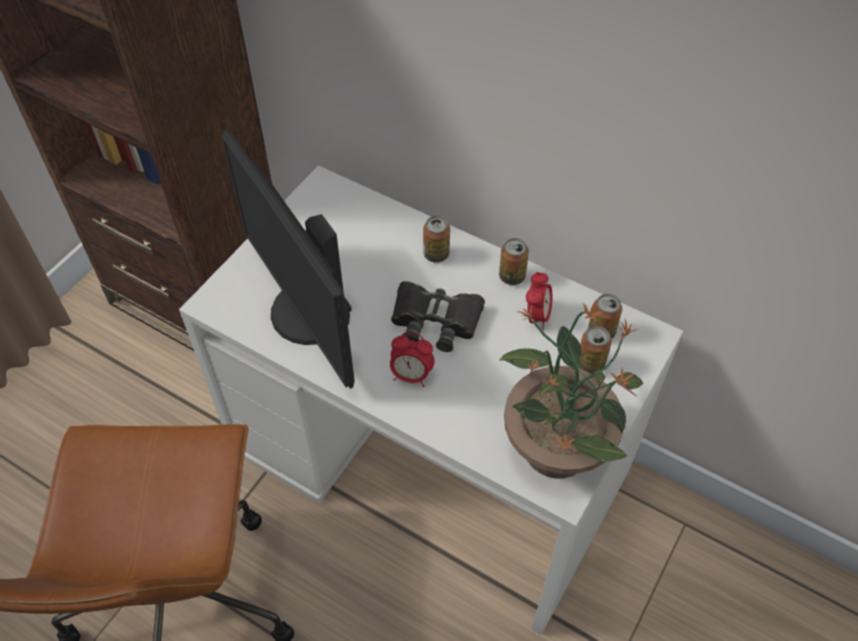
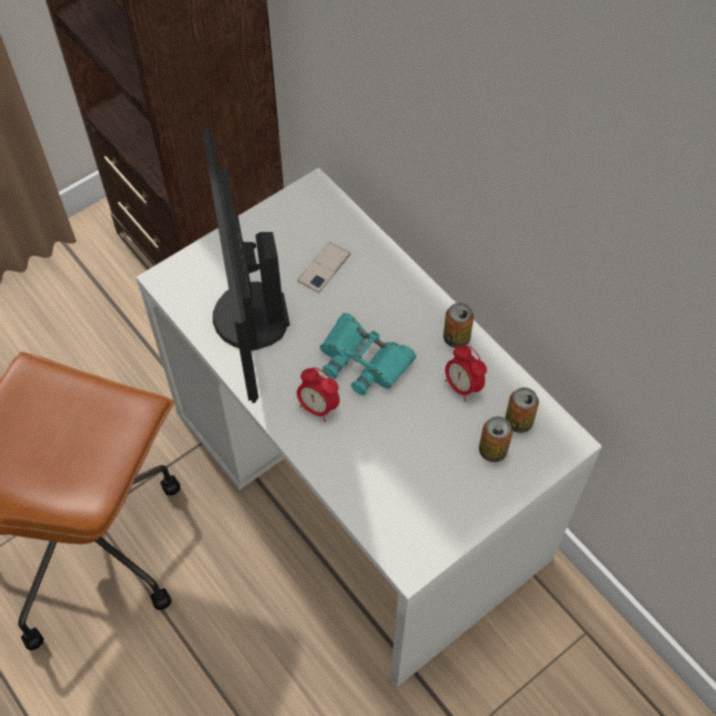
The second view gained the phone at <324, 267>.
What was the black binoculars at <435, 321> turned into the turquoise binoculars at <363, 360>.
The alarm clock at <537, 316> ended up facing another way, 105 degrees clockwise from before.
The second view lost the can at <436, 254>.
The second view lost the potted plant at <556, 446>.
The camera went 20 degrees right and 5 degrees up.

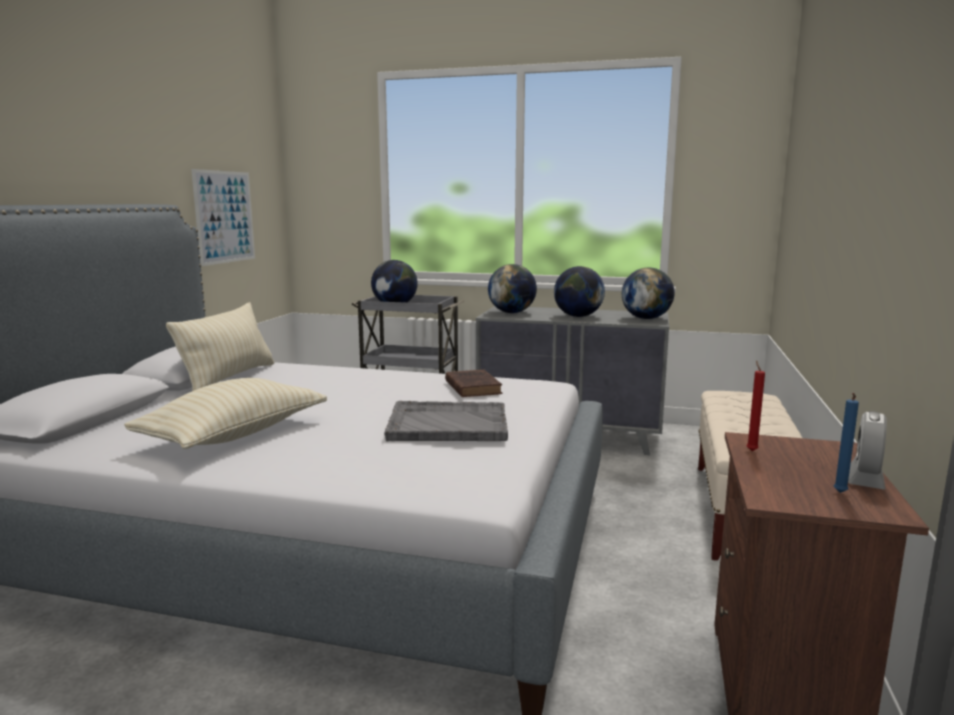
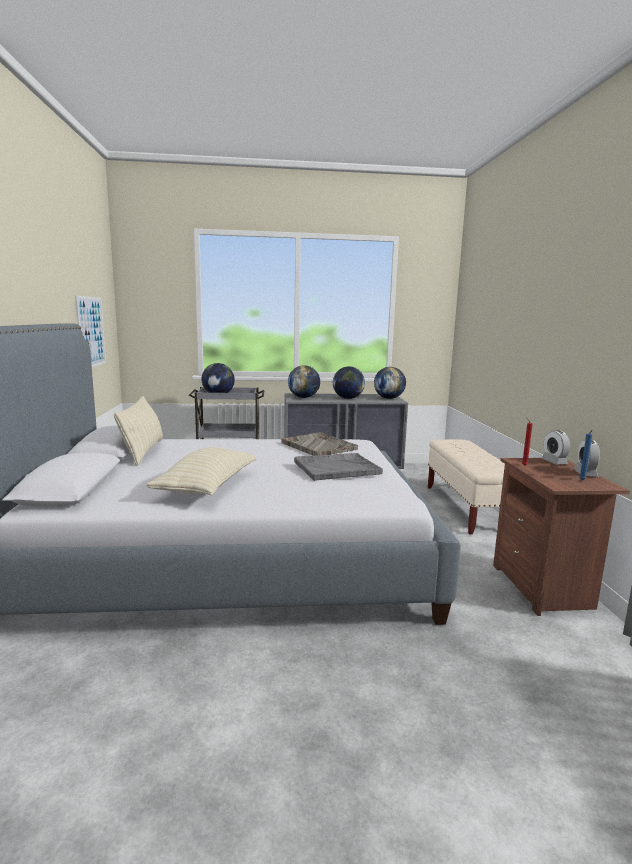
Where the brown book stood at <472, 387>, the grey tray came to stand at <318, 446>.
The second view gained the alarm clock at <554, 462>.
The camera went 20 degrees left and 0 degrees up.

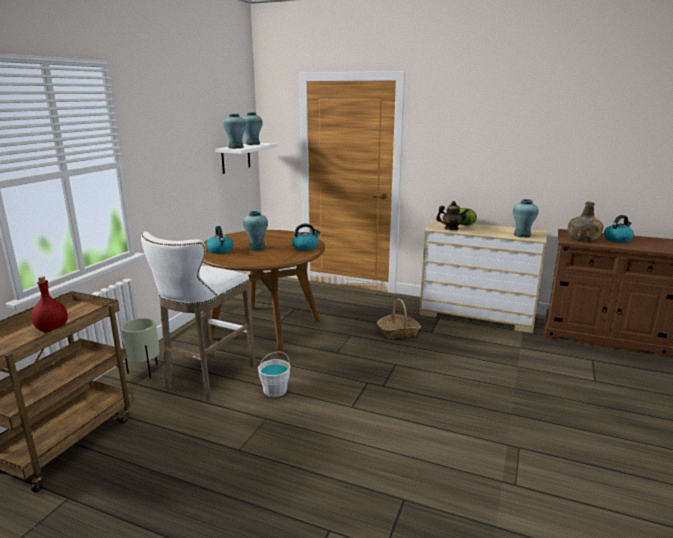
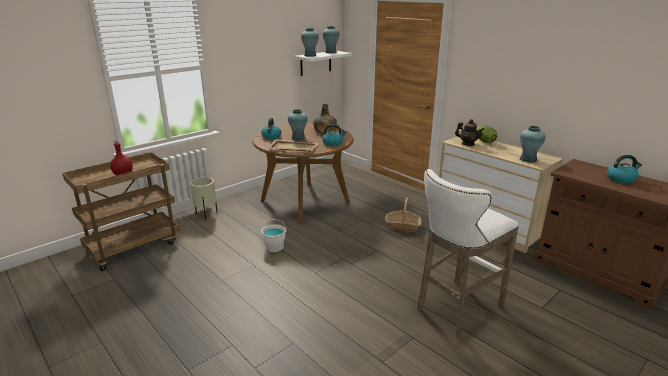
The second view gained the beige tray at <292, 147>.
The green bottle ended up elsewhere, having gone from <583, 239> to <324, 131>.
The white stool ended up elsewhere, having gone from <208, 378> to <456, 309>.
The camera went 25 degrees right and 5 degrees up.

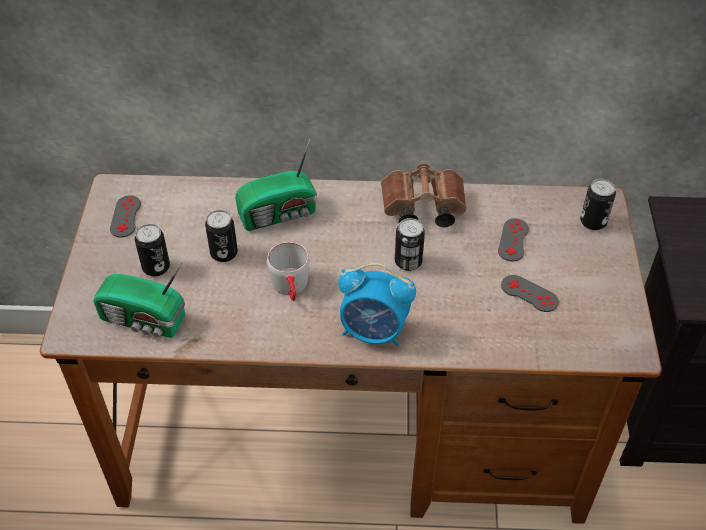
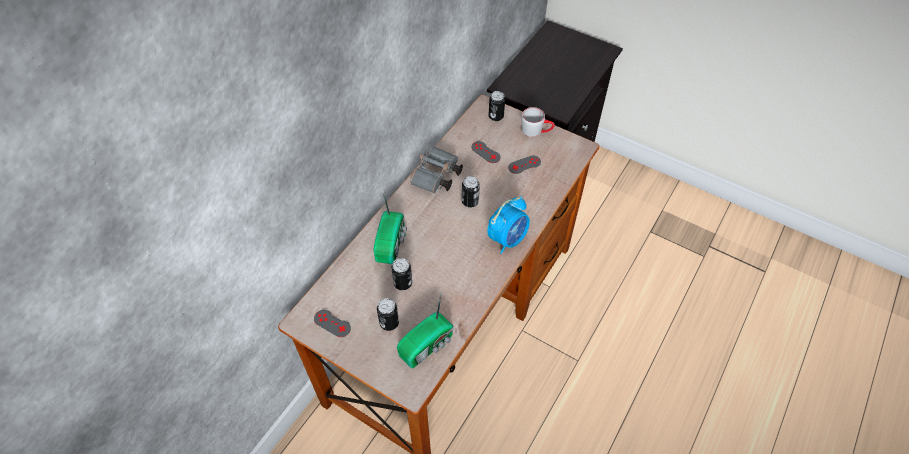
What was the brown binoculars at <420, 209> turned into the grey binoculars at <436, 178>.
The grey mug ended up elsewhere, having gone from <291, 289> to <536, 131>.
The camera went 60 degrees left and 5 degrees up.

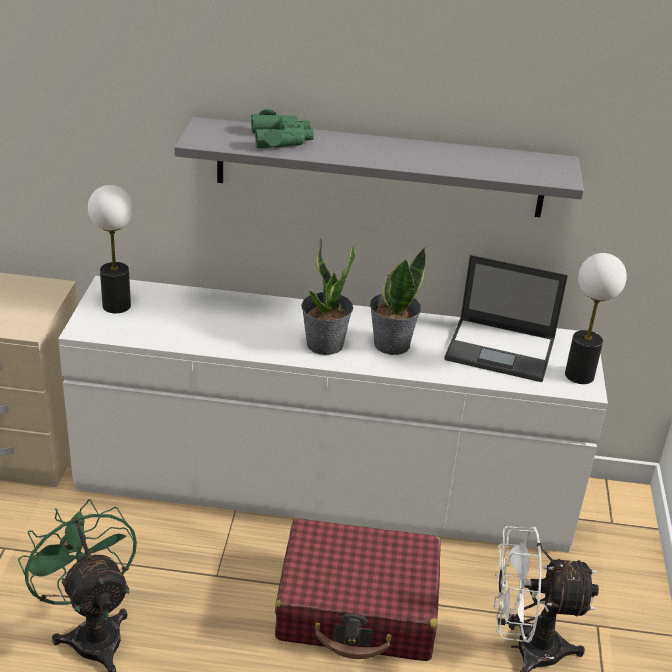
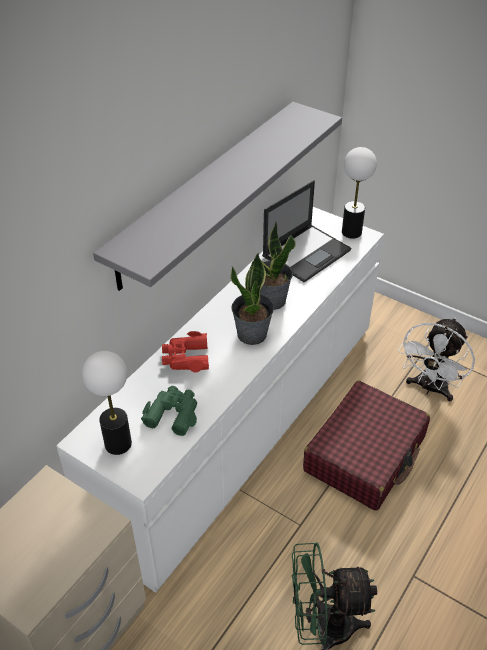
The green binoculars ended up elsewhere, having gone from <281, 139> to <173, 413>.
The second view gained the red binoculars at <186, 358>.
The camera went 60 degrees left and 10 degrees up.

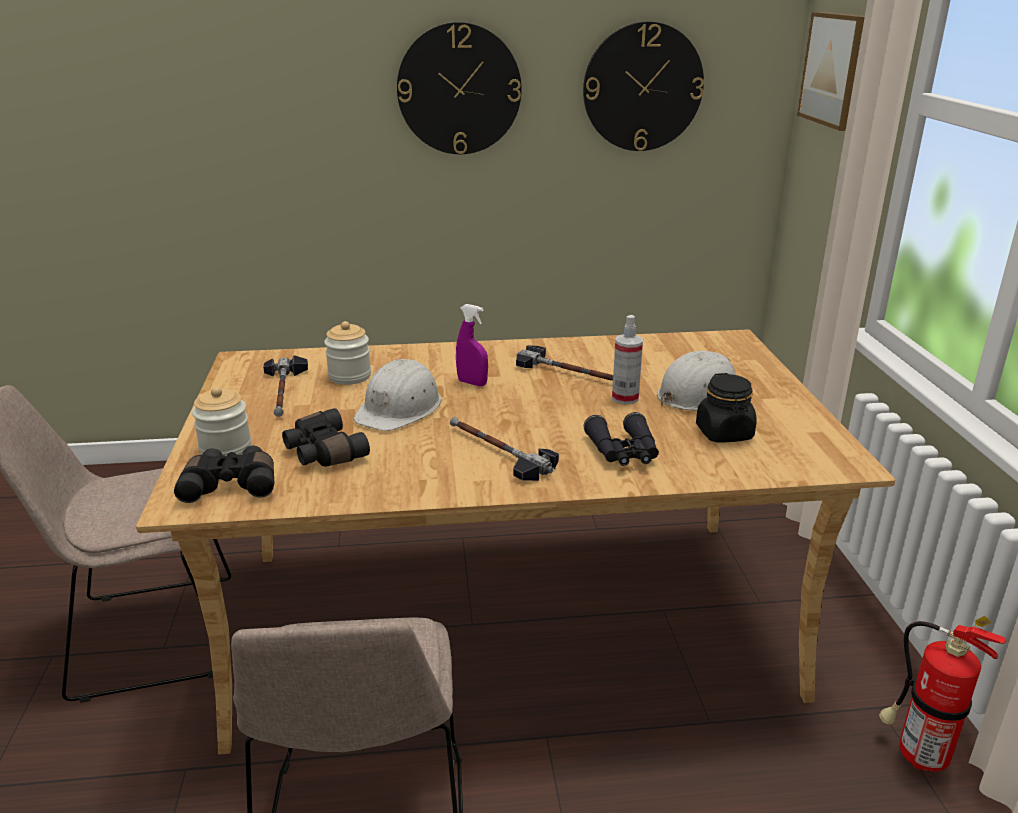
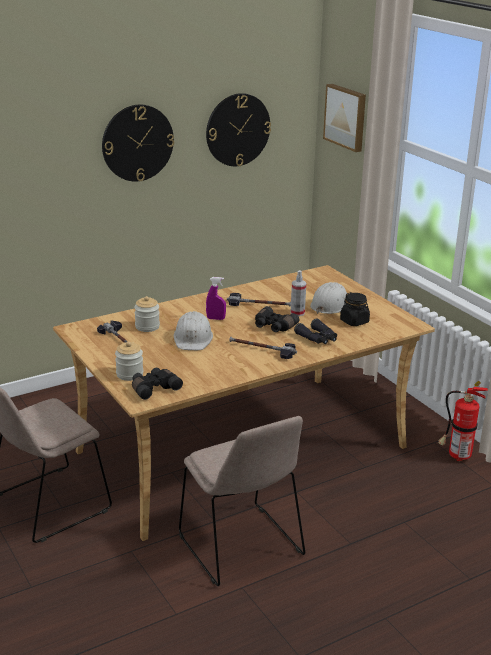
The black binoculars ended up elsewhere, having gone from <323, 452> to <273, 326>.
The camera went 25 degrees left and 0 degrees up.

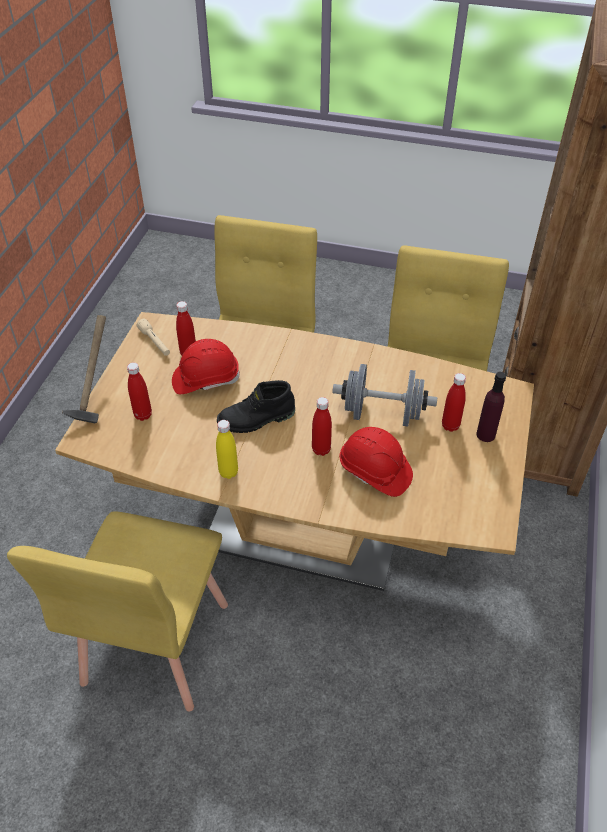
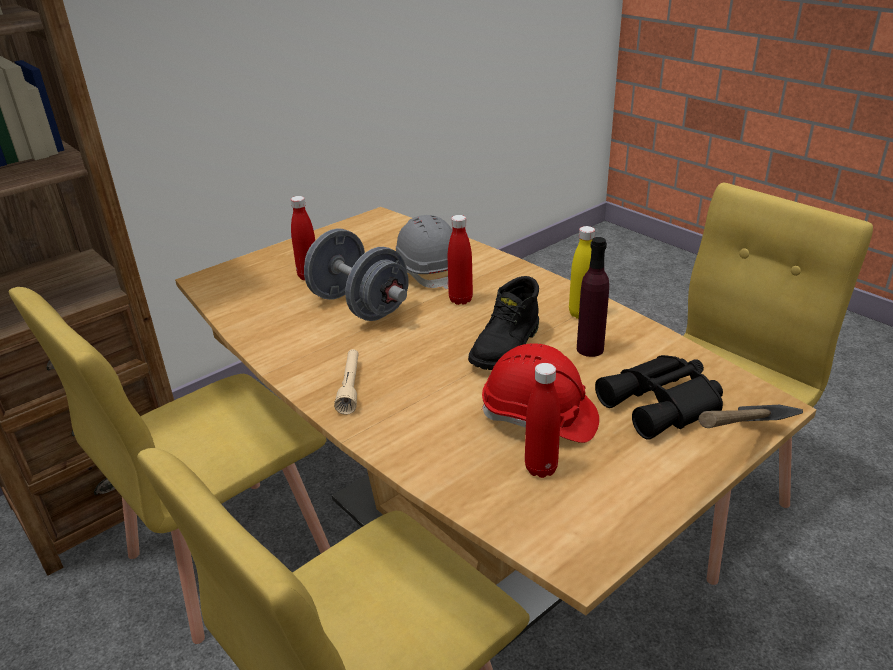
The beige flashlight ended up elsewhere, having gone from <155, 342> to <350, 387>.
What was the red hard hat at <374, 472> turned into the grey hard hat at <427, 270>.
The black boot at <256, 420> ended up facing another way, 105 degrees clockwise from before.
The purple bottle ended up elsewhere, having gone from <485, 434> to <590, 349>.
Where the red bottle stood at <143, 415>, the black binoculars came to stand at <663, 405>.
The camera went 145 degrees left and 15 degrees down.

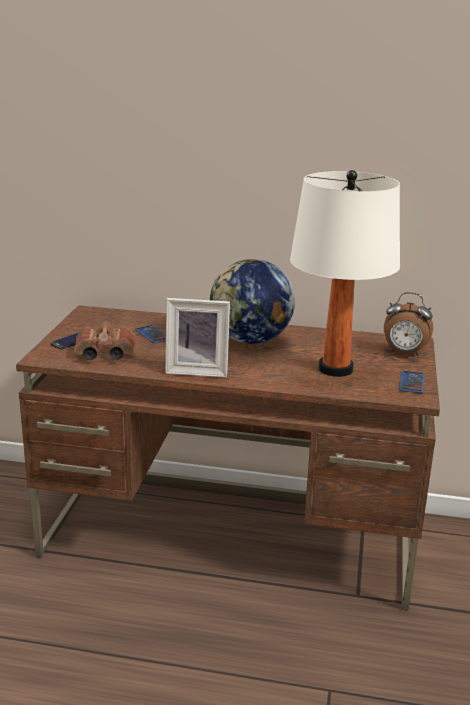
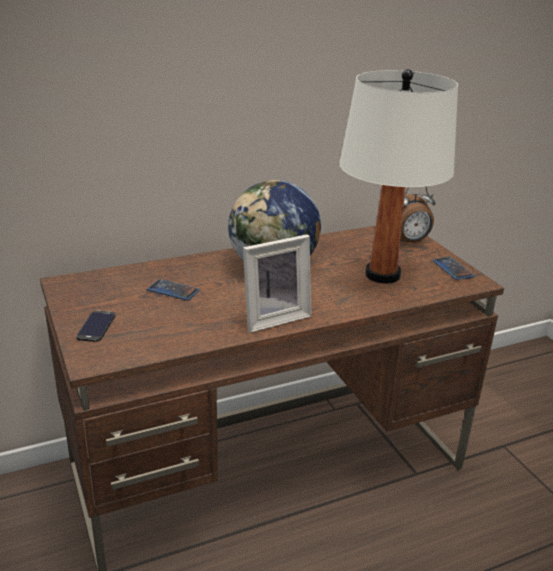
The second view lost the brown binoculars at <103, 355>.
The camera went 35 degrees left and 5 degrees up.

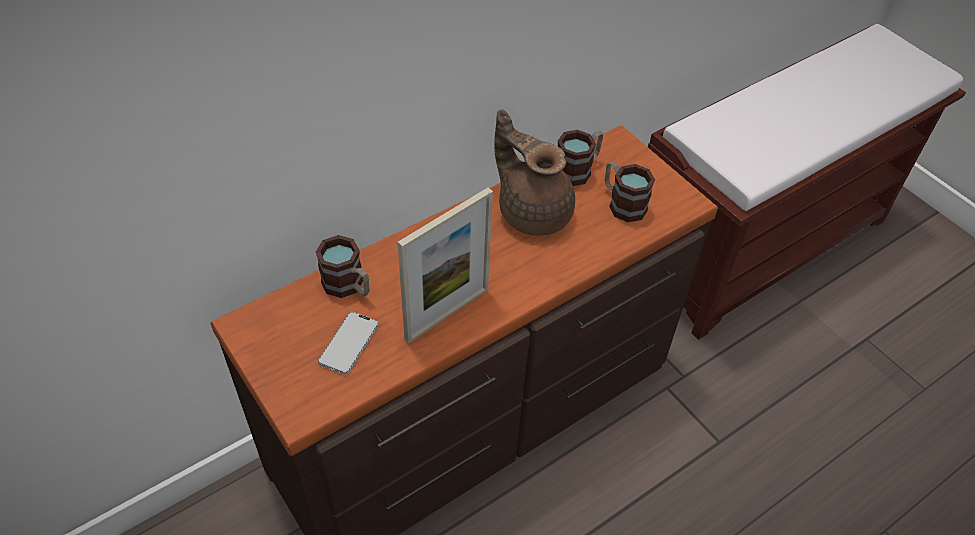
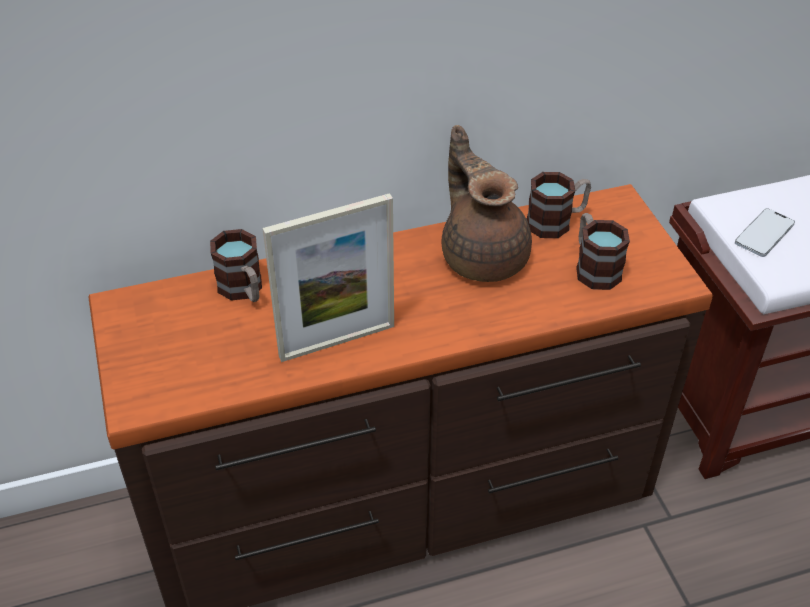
The phone ended up elsewhere, having gone from <349, 344> to <764, 234>.
The camera went 20 degrees right and 5 degrees down.

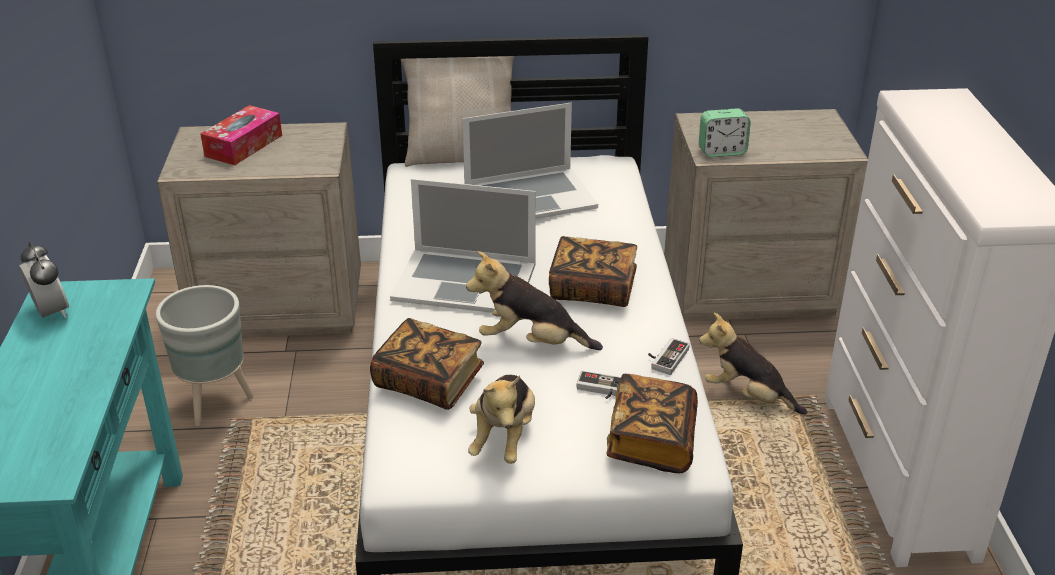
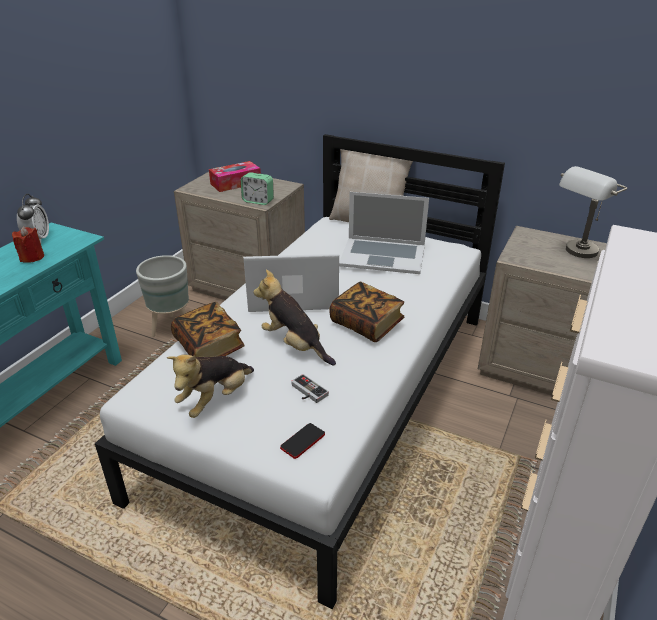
The second view gained the red candle at <32, 257>.
The alarm clock ended up elsewhere, having gone from <722, 151> to <258, 201>.
The laptop at <465, 281> ended up facing another way, 135 degrees clockwise from before.
Where the book stood at <651, 441>, the phone came to stand at <302, 441>.
The second view gained the grey table lamp at <576, 254>.
The second view lost the game controller at <665, 357>.
The second view lost the plush toy at <747, 396>.
The camera went 30 degrees right and 0 degrees up.

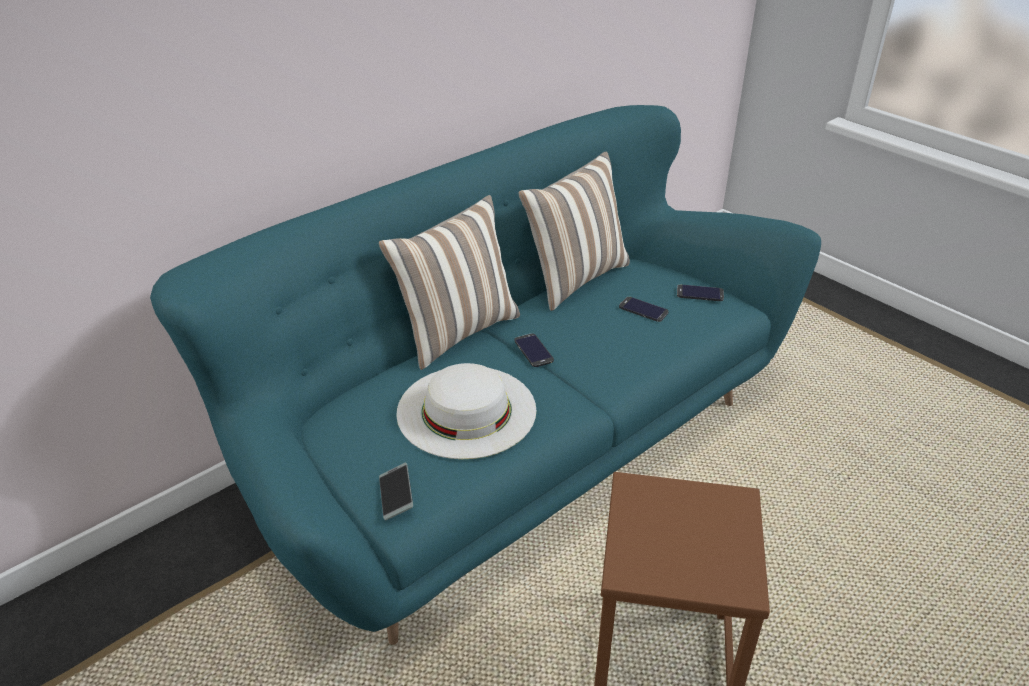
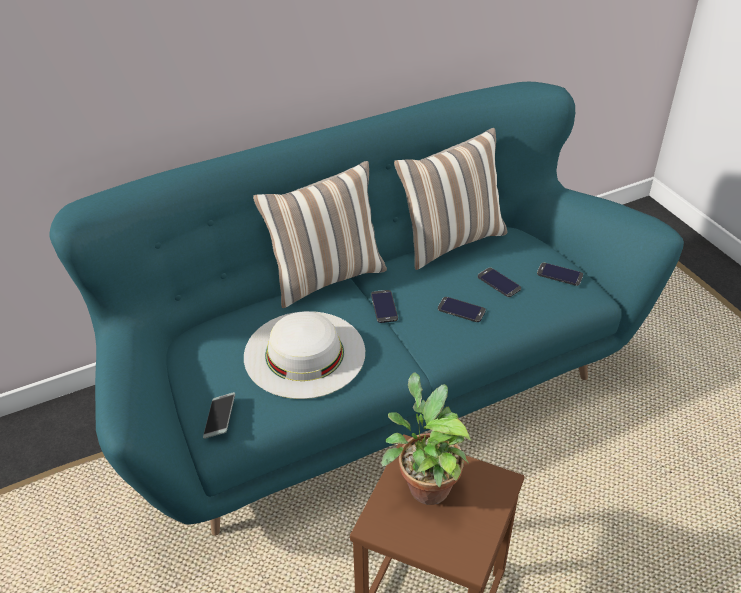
The second view gained the potted plant at <425, 484>.
The second view gained the phone at <461, 310>.
The camera went 15 degrees right and 5 degrees up.

